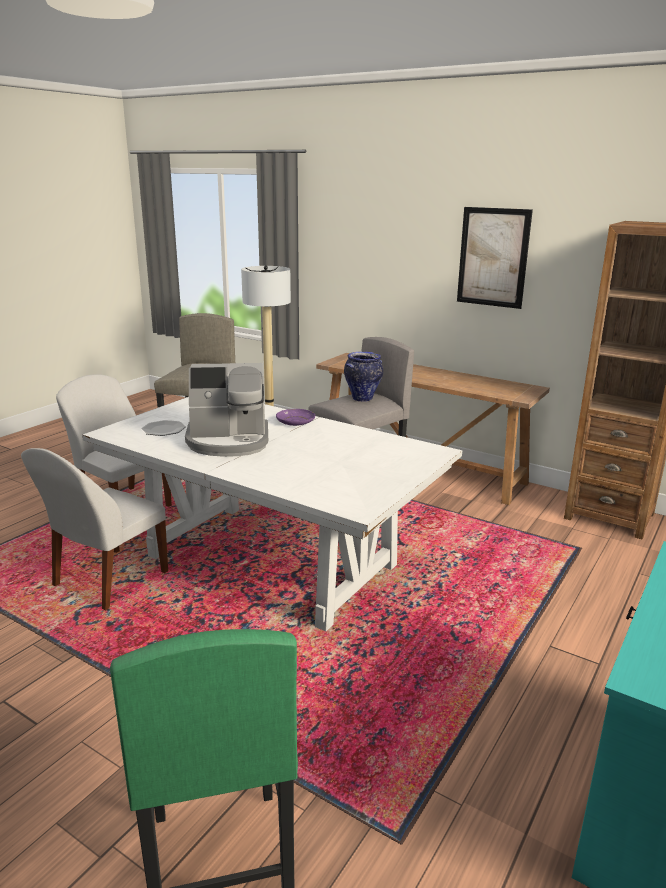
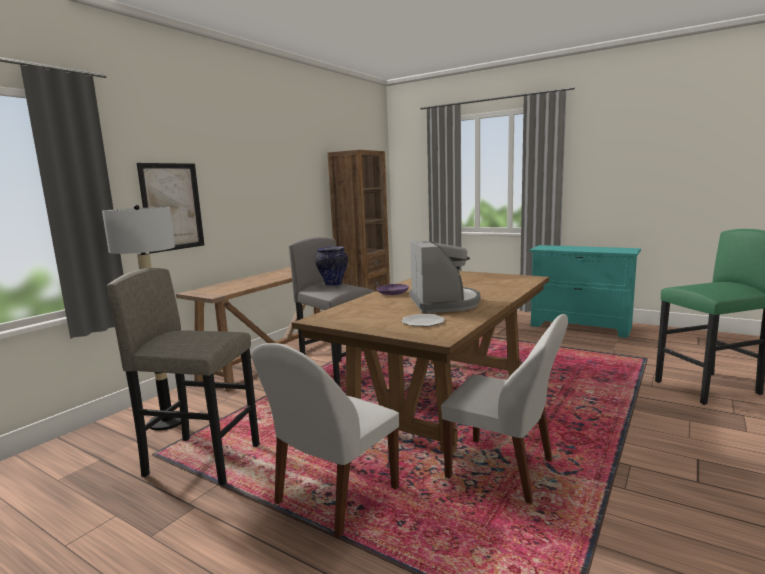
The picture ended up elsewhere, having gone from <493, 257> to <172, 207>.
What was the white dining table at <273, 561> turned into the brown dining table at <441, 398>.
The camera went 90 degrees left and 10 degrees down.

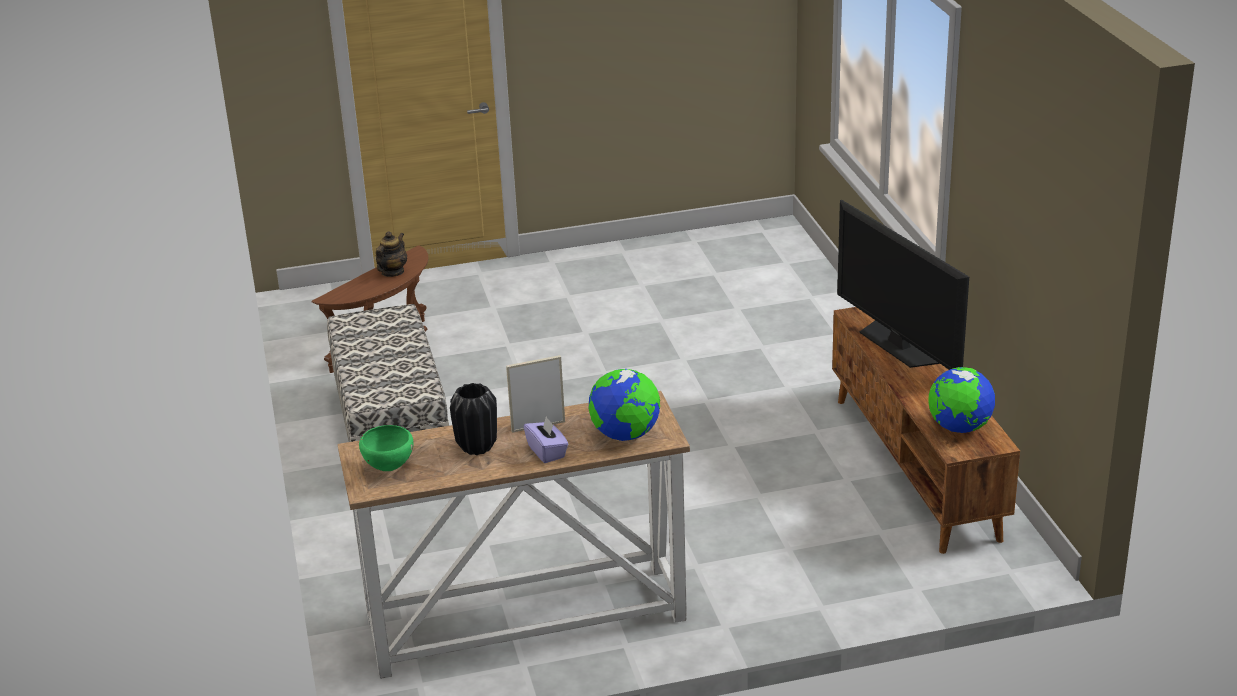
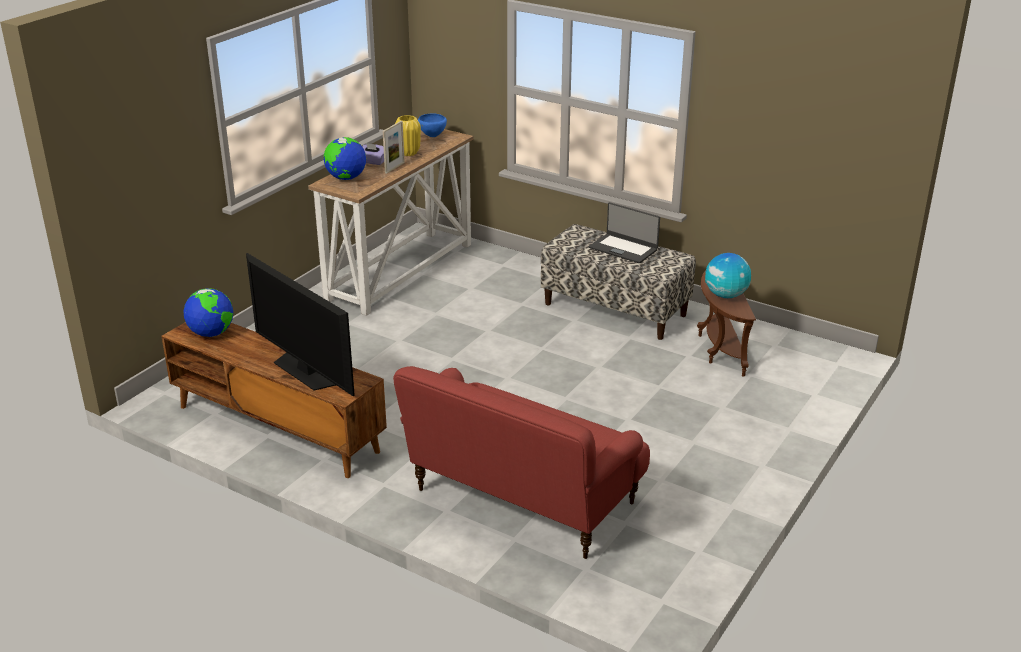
The television at <898, 345> ended up facing another way, 150 degrees counterclockwise from before.
The second view gained the red sofa at <523, 499>.
What was the black vase at <476, 447> turned into the yellow vase at <408, 153>.
What was the green bowl at <388, 468> turned into the blue bowl at <433, 136>.
The second view gained the laptop at <623, 248>.
Where the teapot stood at <392, 272>, the globe came to stand at <726, 295>.
The camera went 135 degrees right and 0 degrees up.

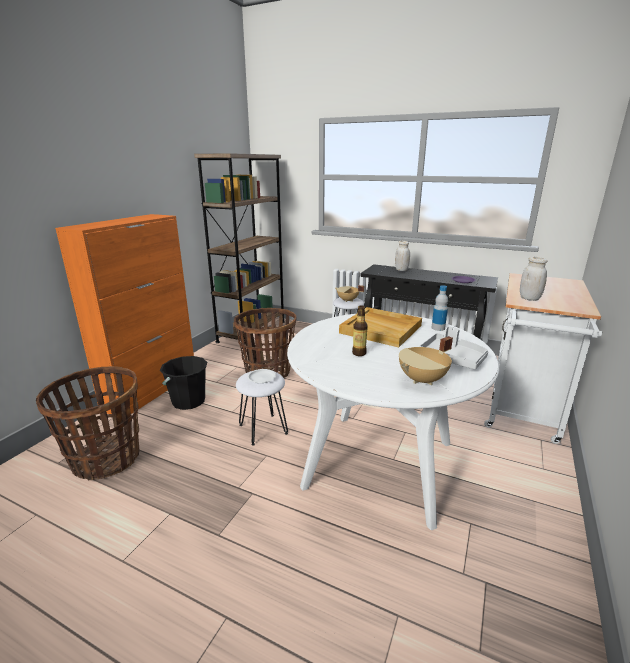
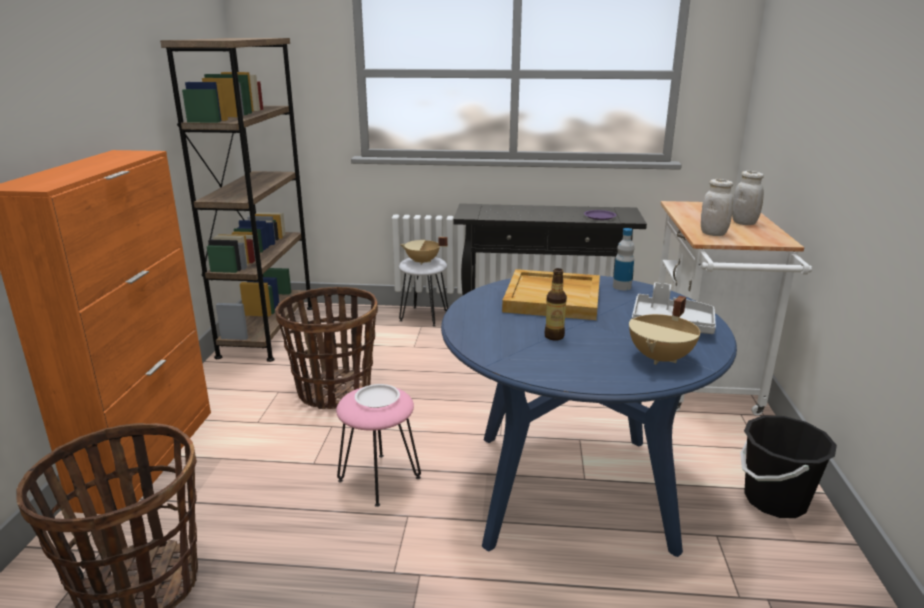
What was the white stool at <263, 429> turned into the pink stool at <378, 478>.
What was the white dining table at <380, 463> turned into the blue dining table at <571, 489>.
The white jar ended up elsewhere, having gone from <401, 270> to <744, 223>.
The black bucket ended up elsewhere, having gone from <188, 401> to <775, 500>.
The camera went 20 degrees left and 0 degrees up.

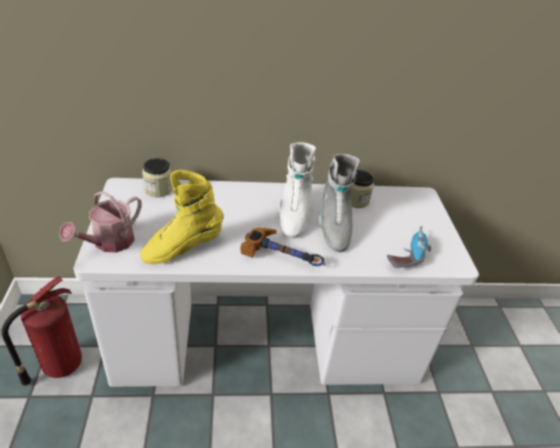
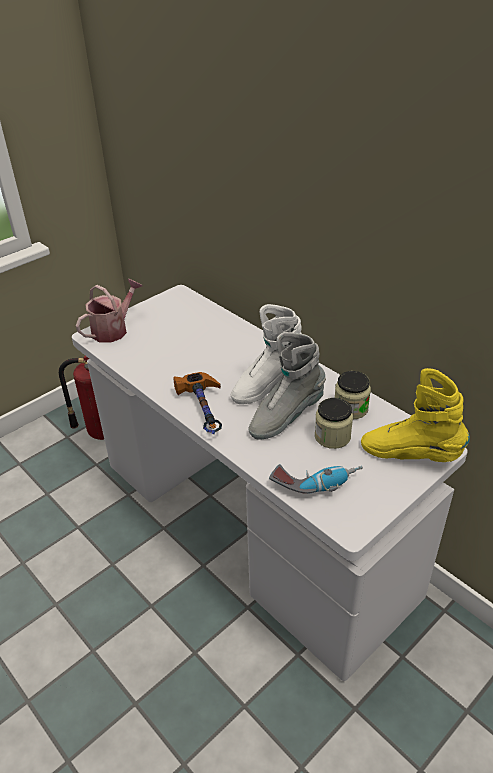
The watering can at <109, 243> ended up facing another way, 135 degrees clockwise from before.
The jar ended up elsewhere, having gone from <158, 189> to <332, 436>.
The yellow boot ended up elsewhere, having gone from <182, 248> to <410, 454>.
The camera went 55 degrees right and 0 degrees up.

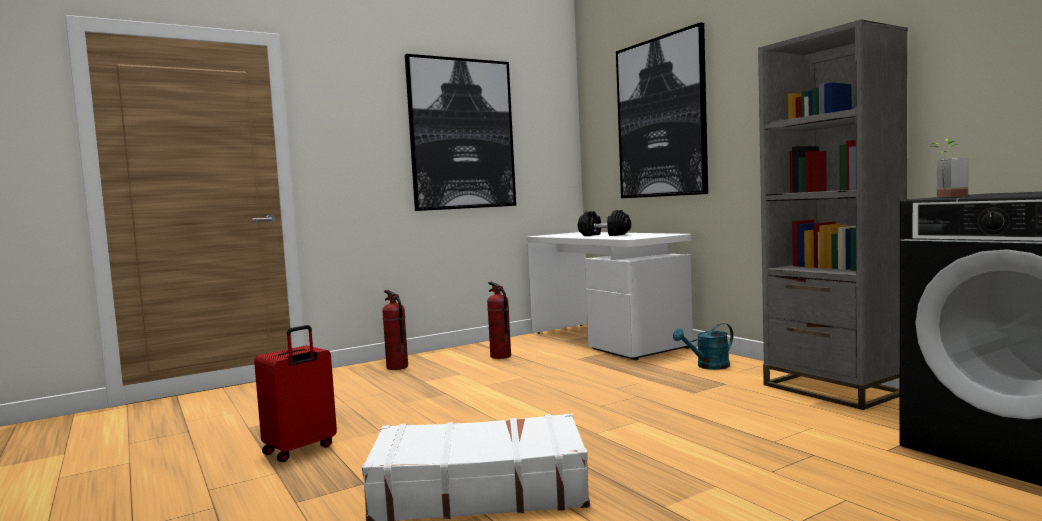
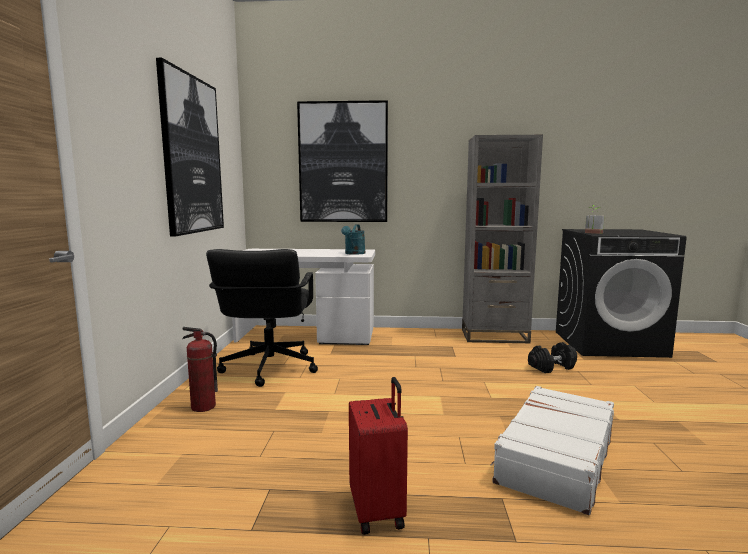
Where the fire extinguisher stood at <500, 356>, the black office chair came to stand at <269, 368>.
The turquoise watering can ended up elsewhere, having gone from <708, 366> to <354, 253>.
The black dumbbell ended up elsewhere, having gone from <604, 235> to <551, 367>.
The camera went 55 degrees left and 5 degrees up.

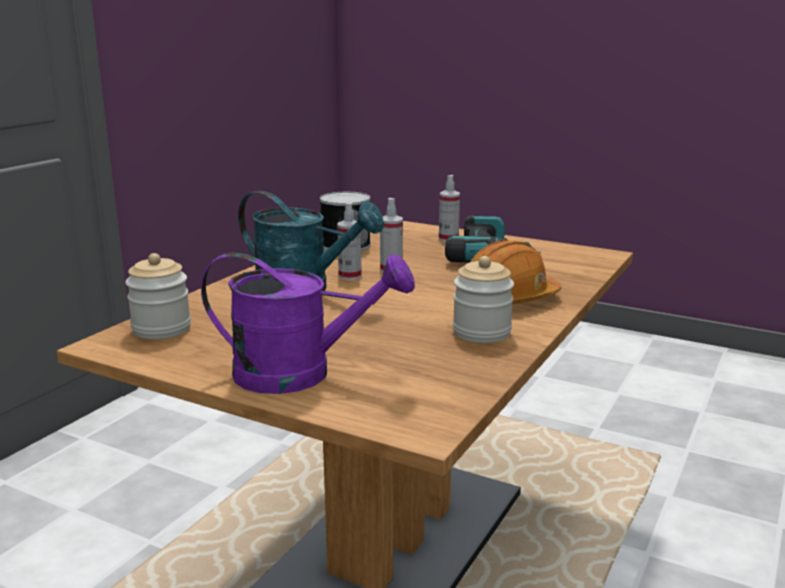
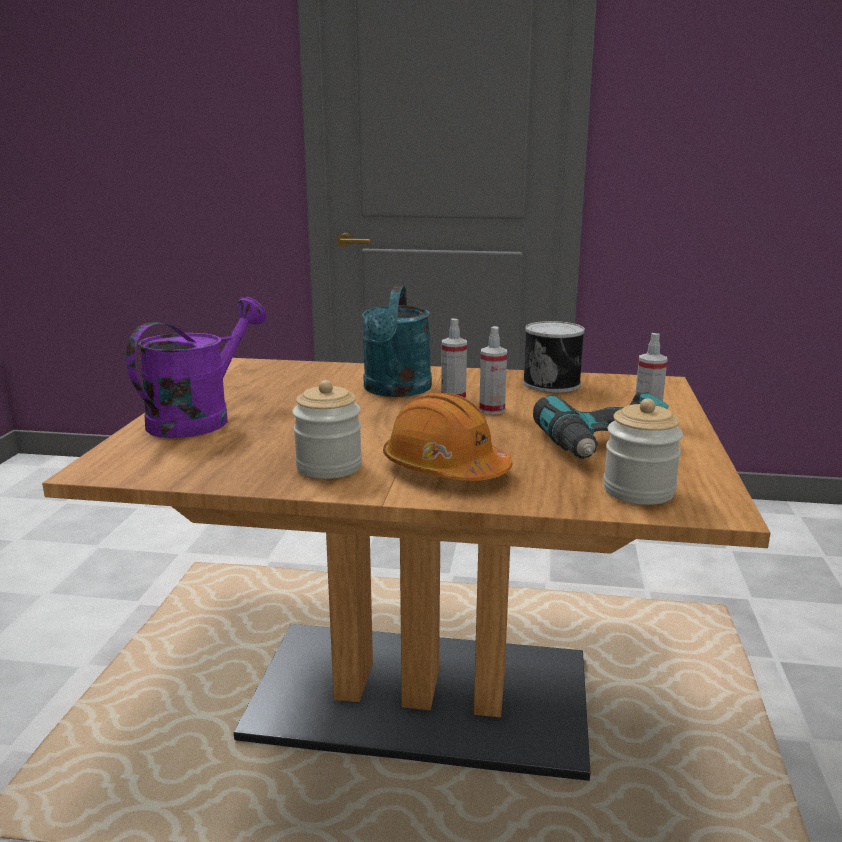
The purple watering can at <300, 374> ended up facing another way, 135 degrees counterclockwise from before.
The jar ended up elsewhere, having gone from <161, 329> to <638, 490>.
The camera went 70 degrees right and 0 degrees up.

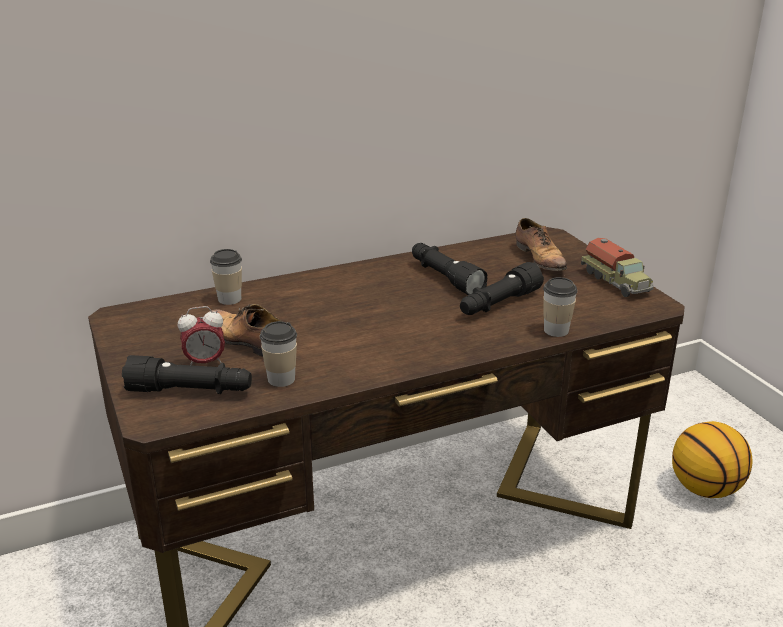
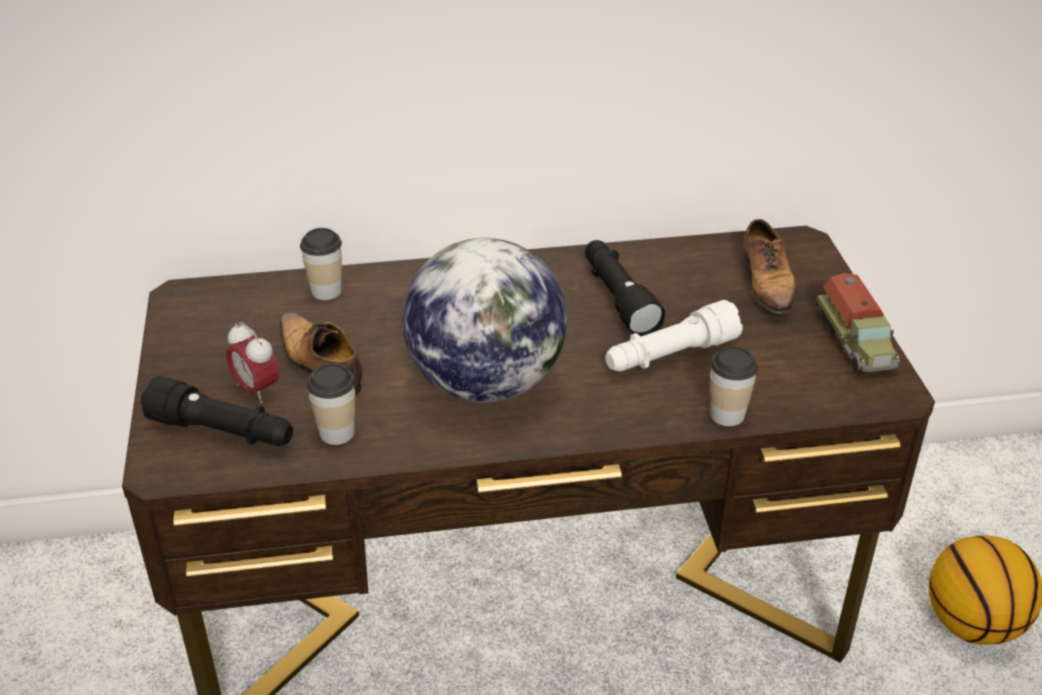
The alarm clock at <205, 363> ended up facing another way, 45 degrees clockwise from before.
The second view gained the globe at <485, 383>.
What was the black flashlight at <498, 304> turned into the white flashlight at <670, 356>.
The camera went 15 degrees right and 10 degrees up.

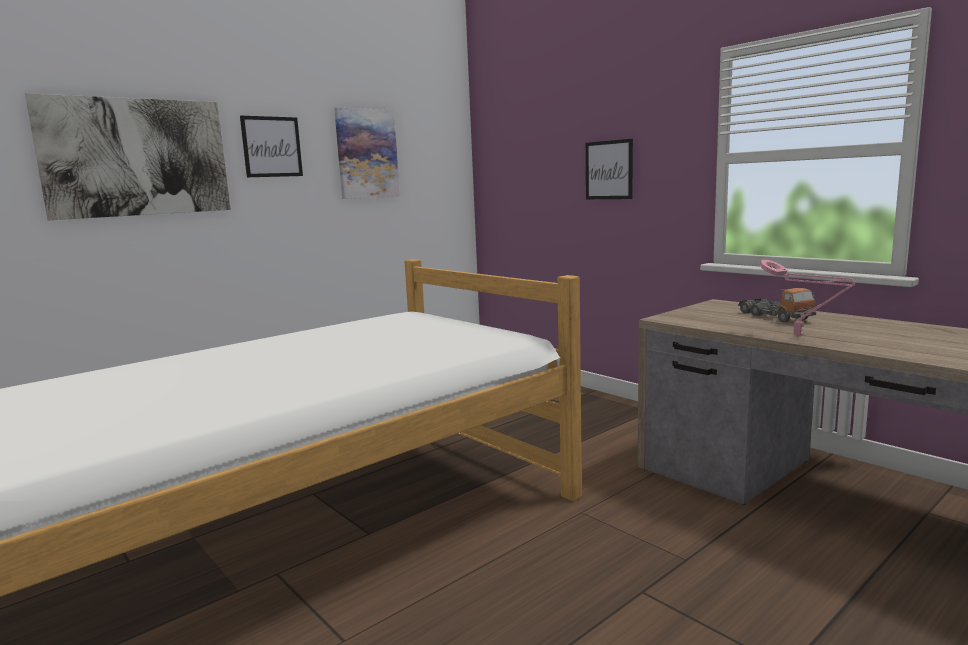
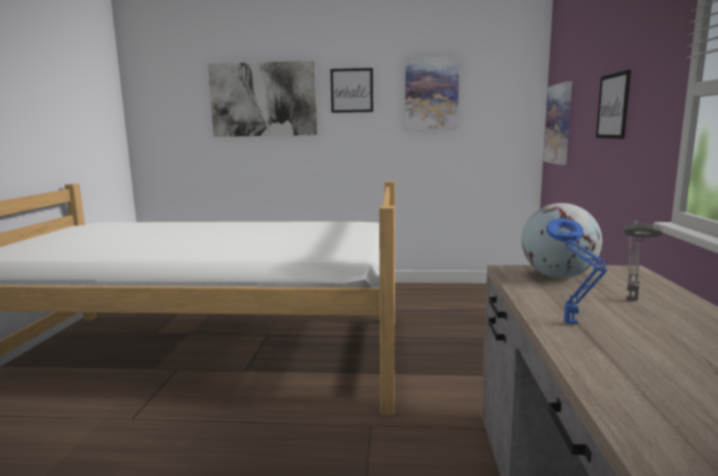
The second view gained the globe at <558, 276>.
The second view gained the picture at <559, 124>.
What was the pink table lamp at <801, 336> turned into the blue table lamp at <572, 325>.
Where the toy truck stood at <775, 317>, the grey table lamp came to stand at <631, 299>.
The camera went 45 degrees right and 0 degrees up.

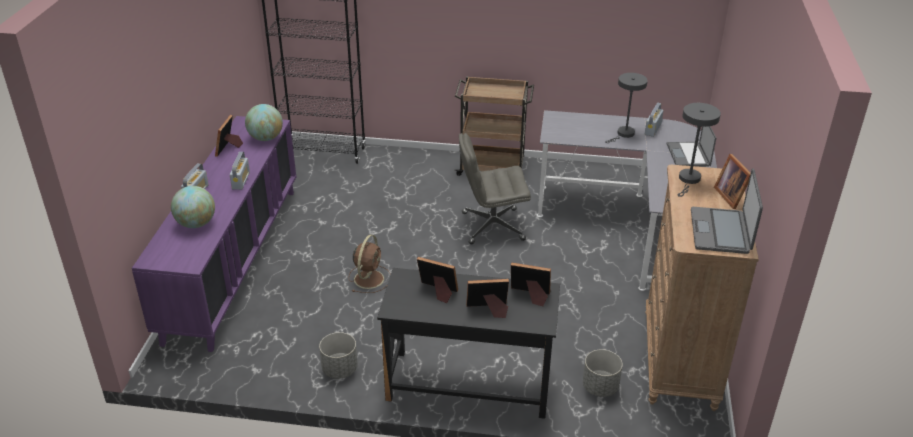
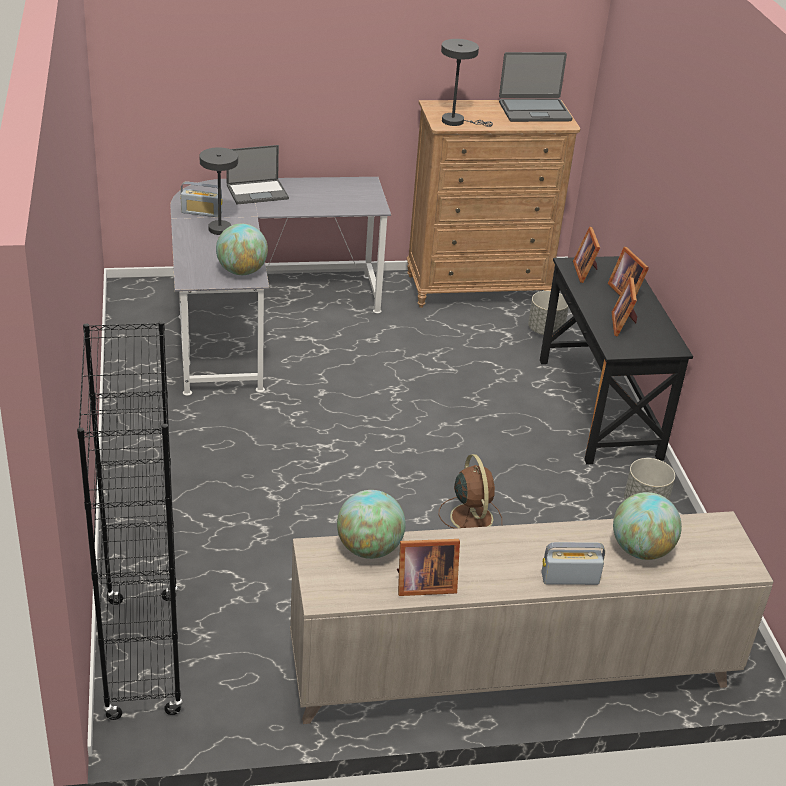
The second view gained the globe at <242, 271>.
What was the purple cabinet at <233, 262> turned into the beige cabinet at <512, 673>.
The brown fan at <369, 278> ended up facing another way, 75 degrees clockwise from before.
The second view lost the radio at <241, 180>.
The second view lost the brown cart at <492, 167>.
The second view lost the grey office chair at <492, 226>.
The second view lost the picture frame at <731, 196>.
The camera went 110 degrees left and 0 degrees up.

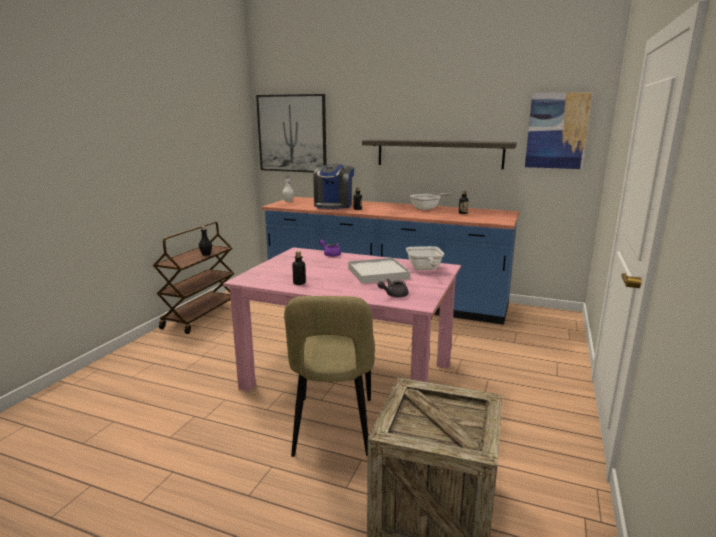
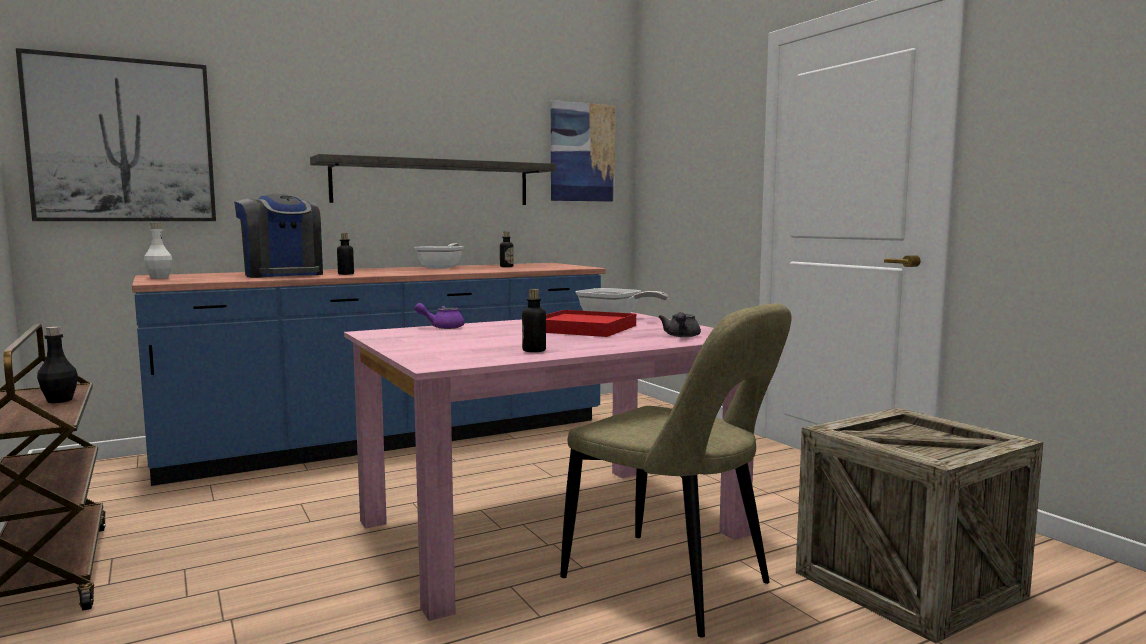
What was the white tray at <378, 273> turned into the red tray at <584, 328>.
The camera went 50 degrees left and 10 degrees down.

